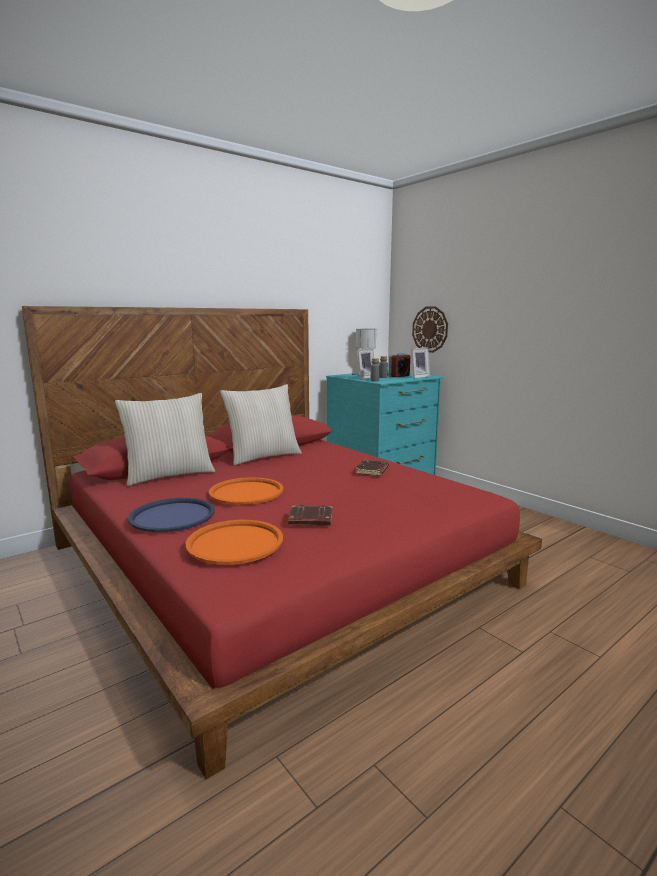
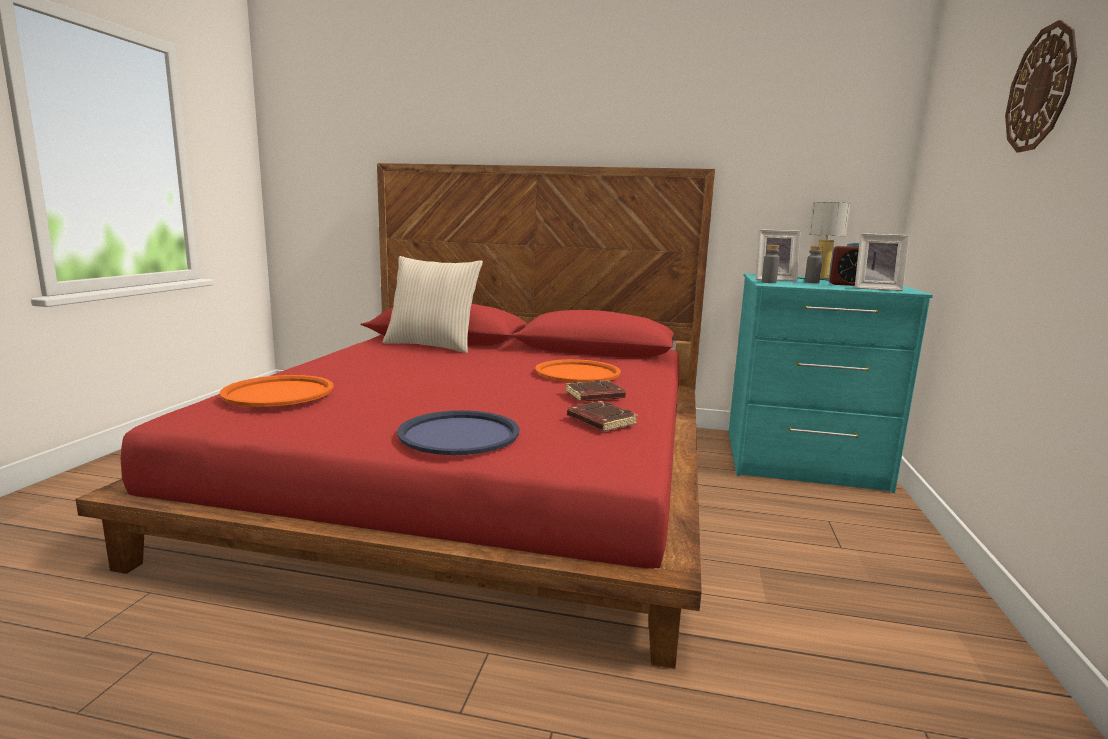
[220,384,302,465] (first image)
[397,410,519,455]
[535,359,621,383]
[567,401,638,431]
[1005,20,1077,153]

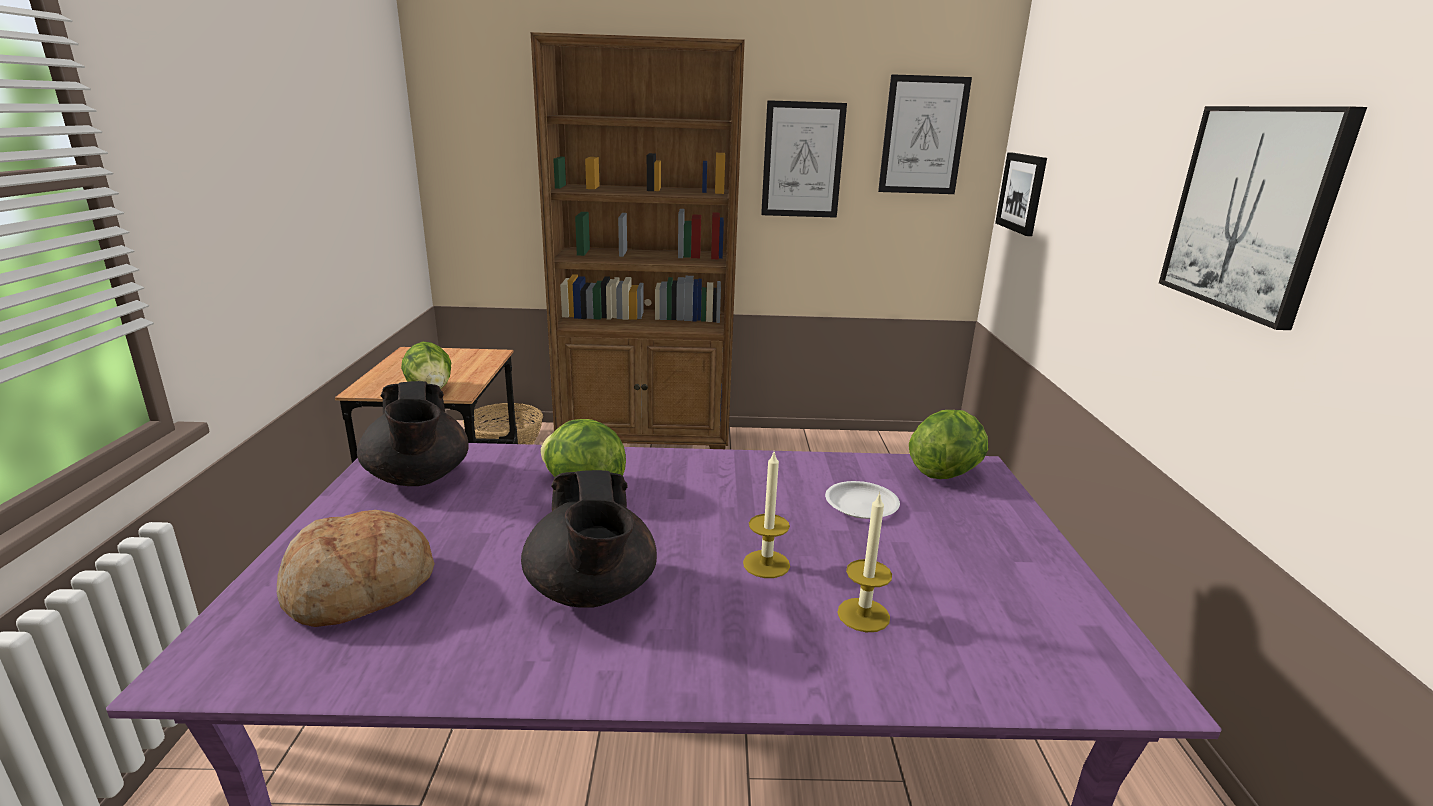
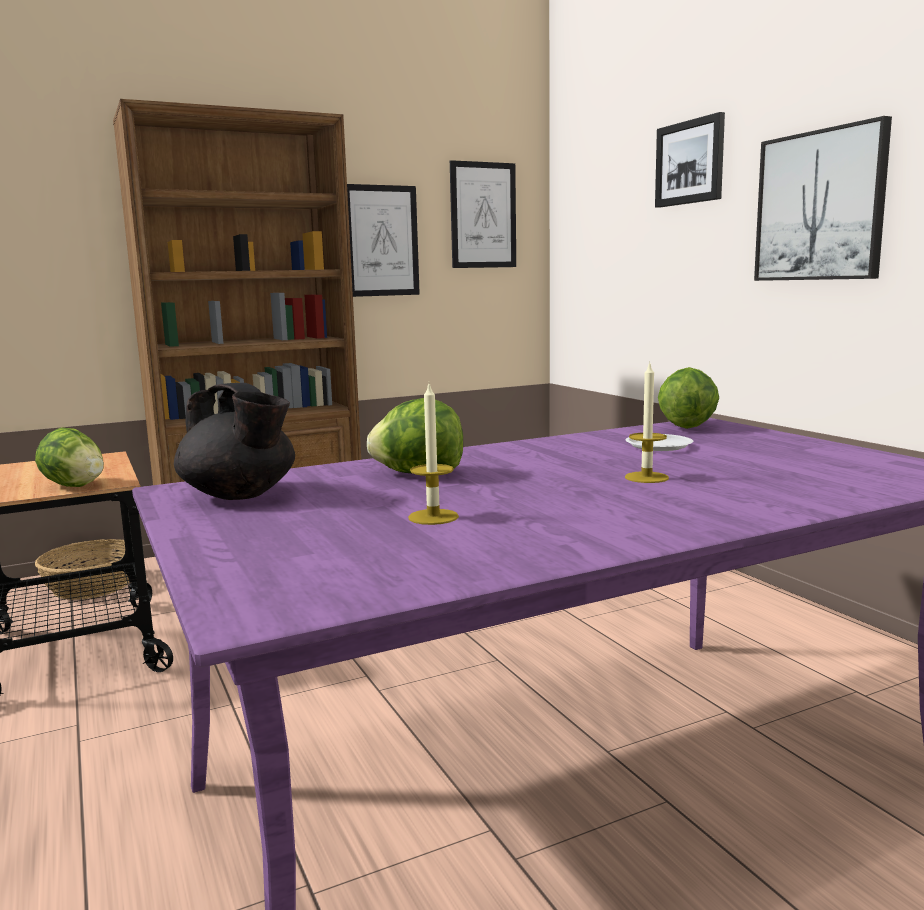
[277,510,434,627] (first image)
[521,470,657,608] (first image)
[408,384,459,525]
[655,112,725,208]

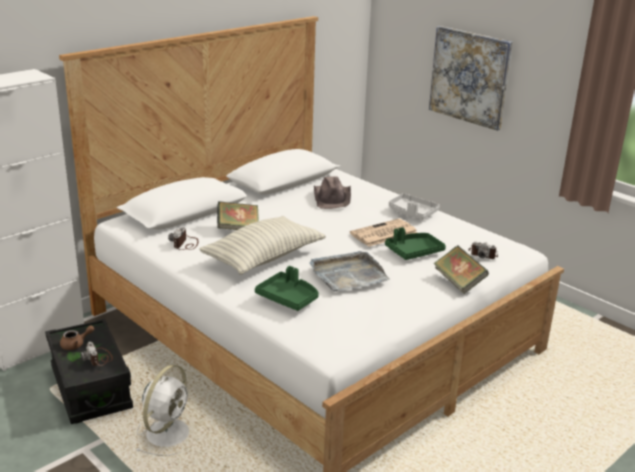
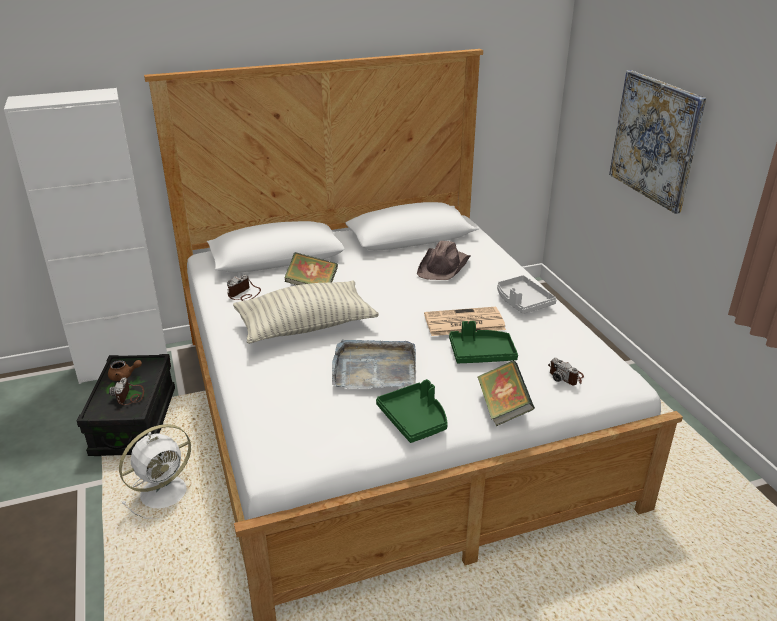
[376,379,448,443]

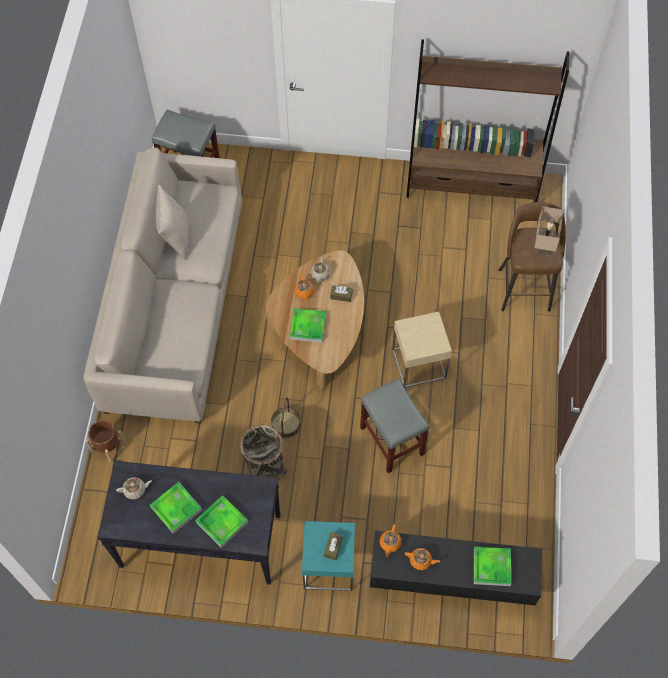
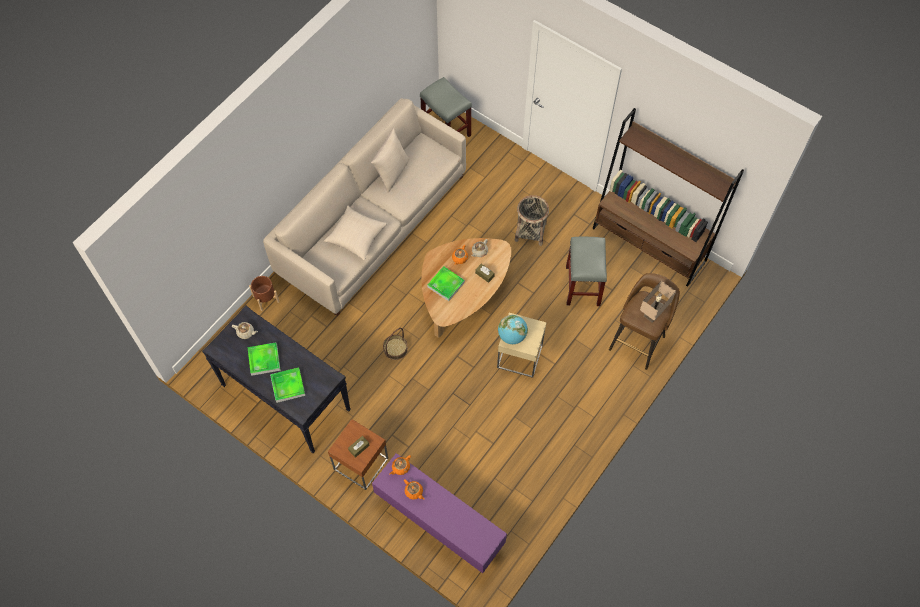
[474,547,511,586] (first image)
[323,205,388,260]
[498,315,528,344]
[515,195,549,246]
[566,237,607,306]
[328,419,388,490]
[372,453,507,573]

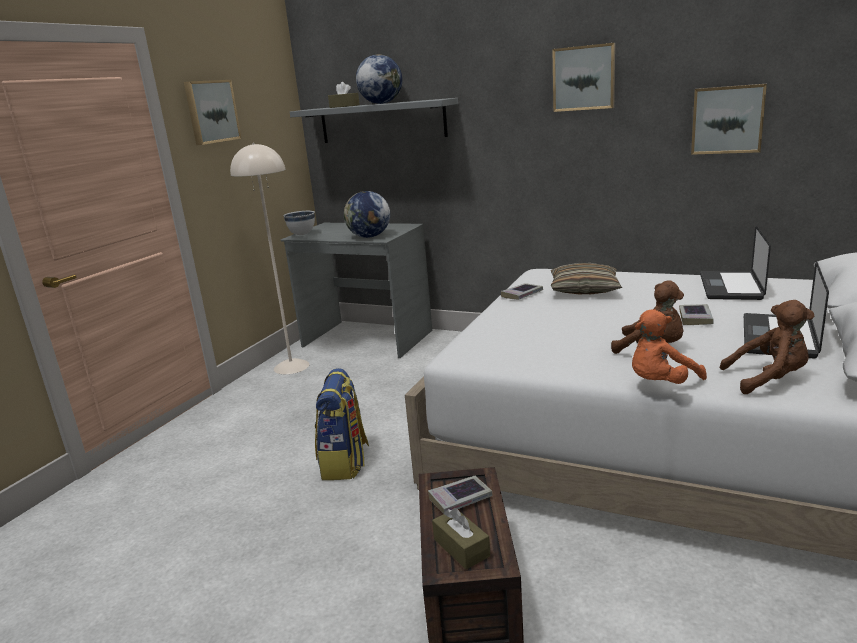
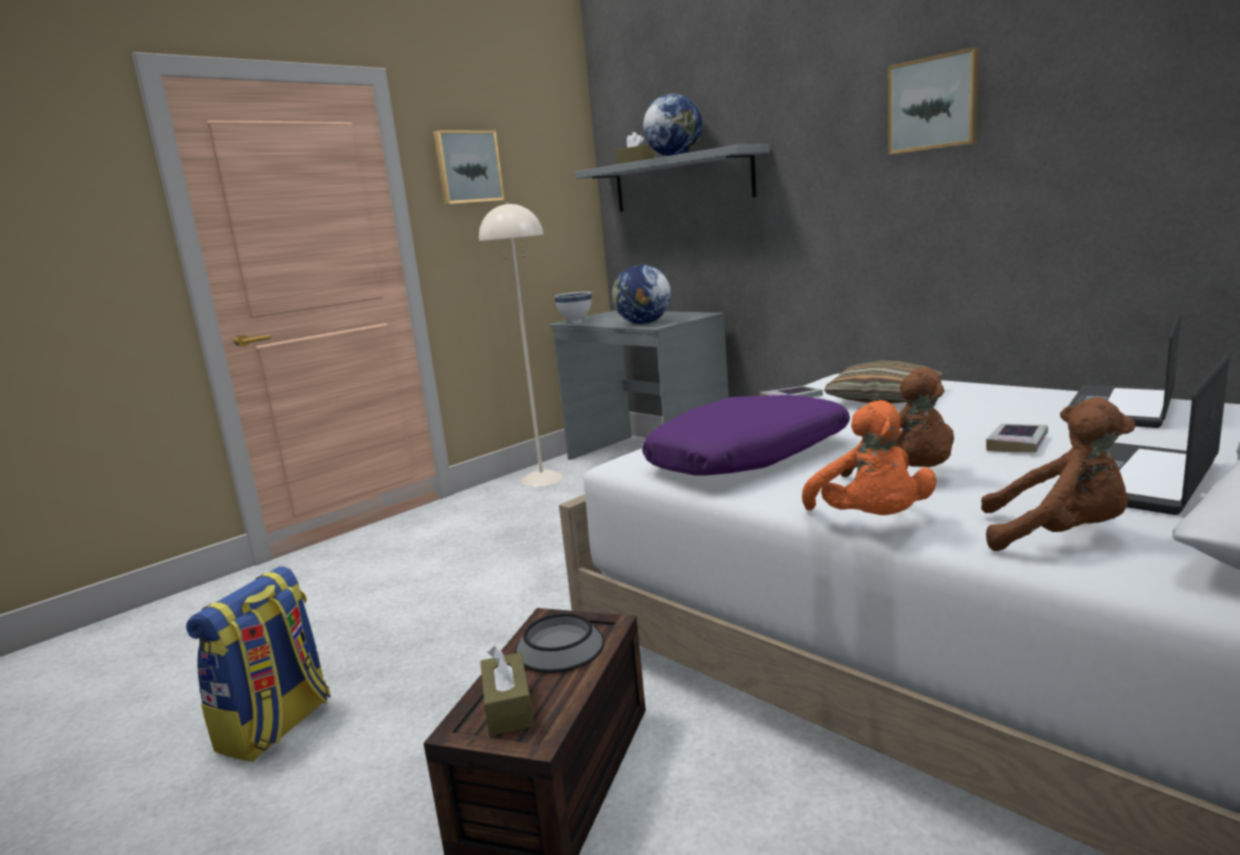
[691,84,767,155] (first image)
[642,395,850,475]
[186,566,330,762]
[515,613,605,673]
[802,400,937,515]

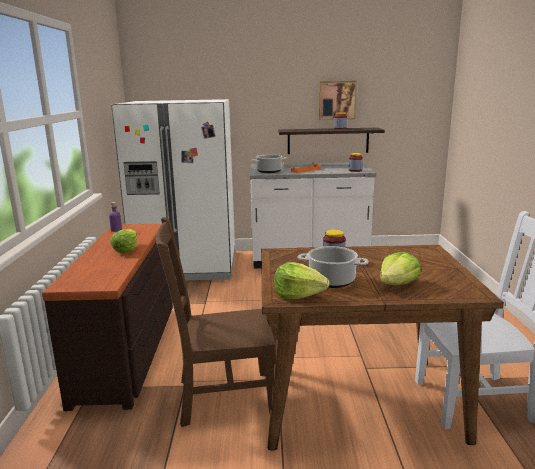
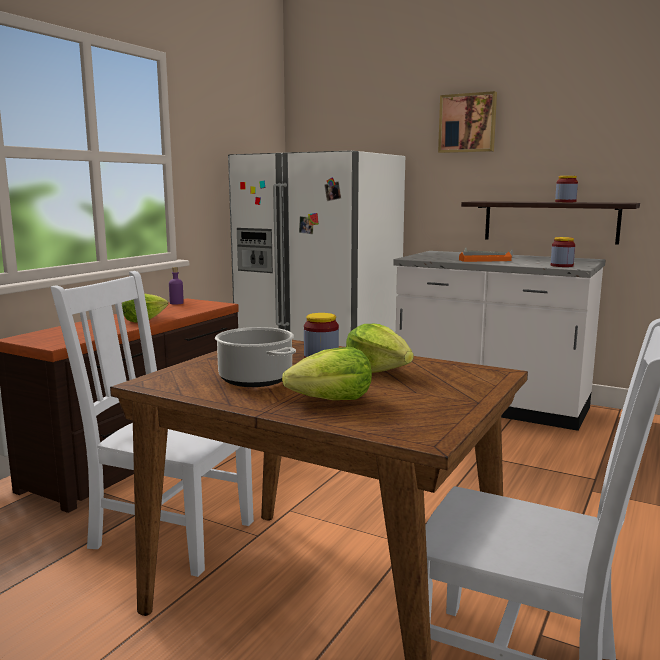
[251,154,286,173] (first image)
[346,324,414,373]
[438,91,497,153]
[50,271,254,577]

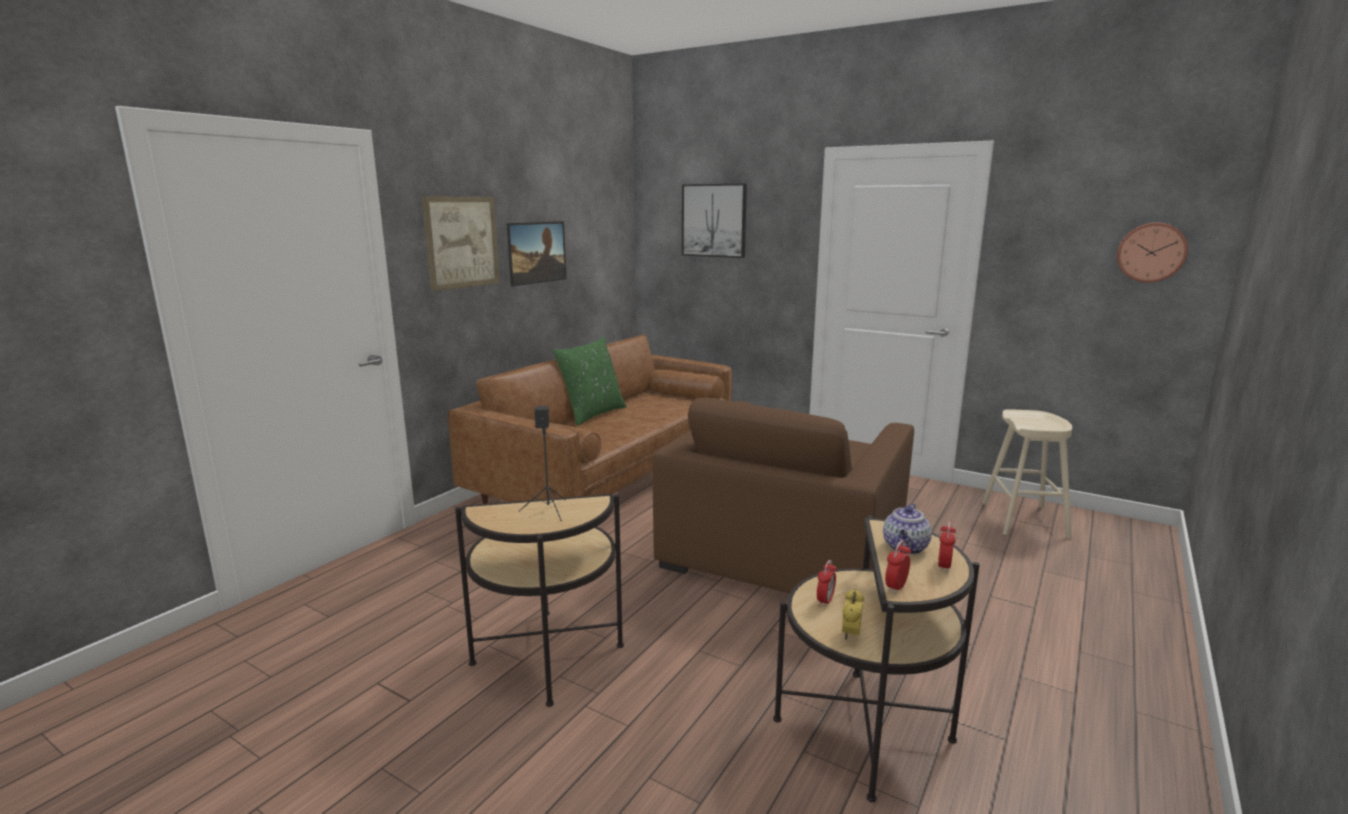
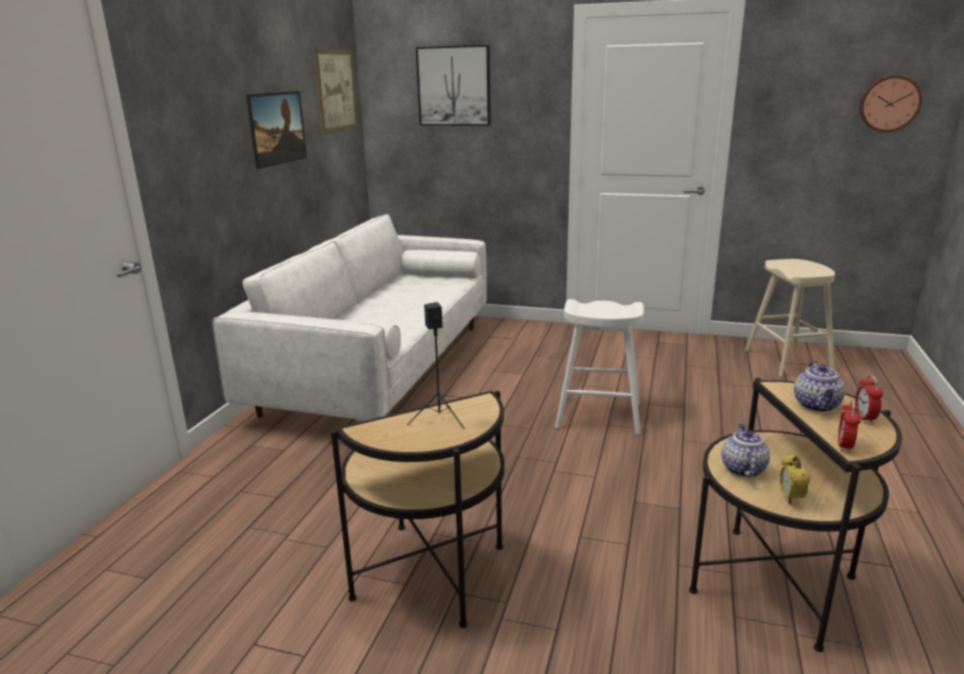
[553,337,626,426] (first image)
[312,48,359,134]
[555,299,644,435]
[721,424,770,477]
[212,214,487,420]

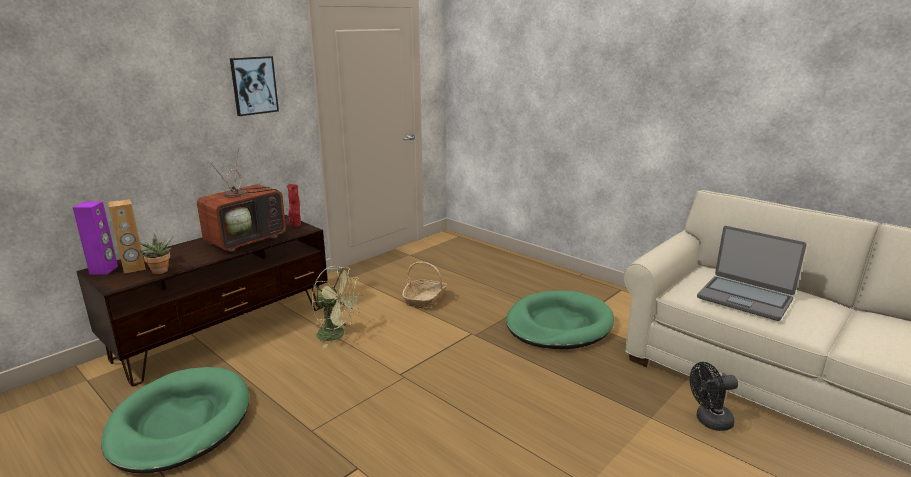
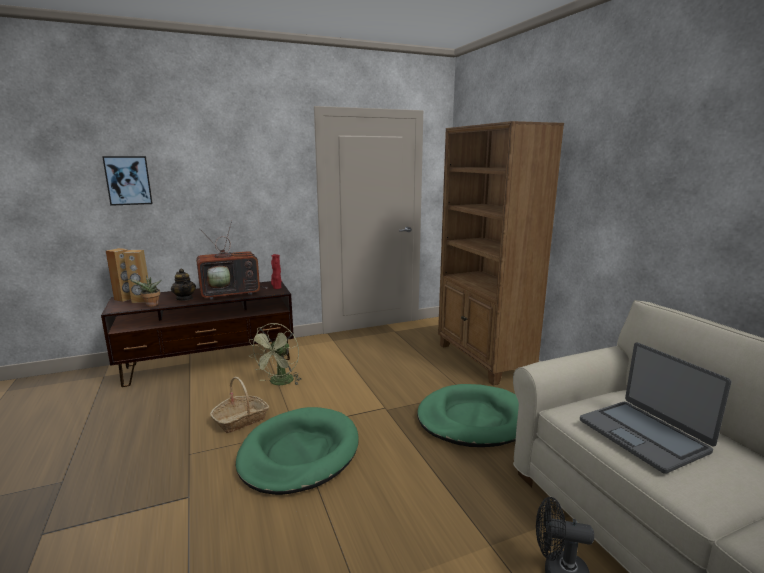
[171,269,196,301]
[438,121,564,385]
[236,407,359,495]
[102,156,153,206]
[210,377,269,433]
[106,248,131,302]
[248,323,302,385]

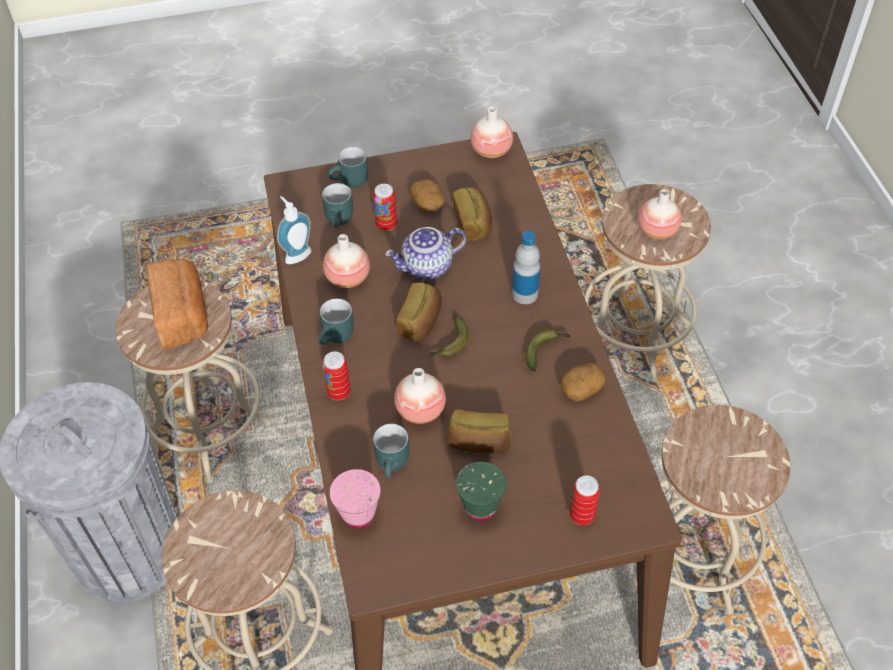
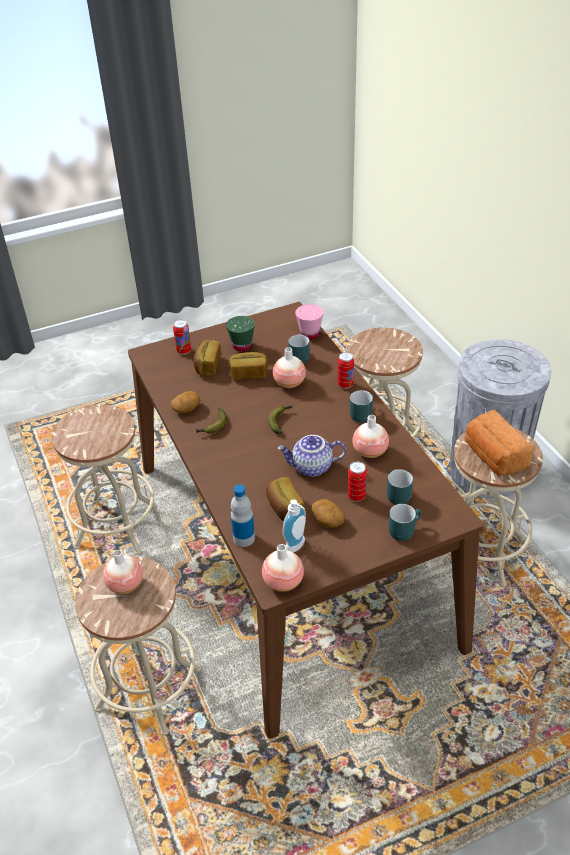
[283,499,306,552]
[194,340,221,376]
[231,484,255,547]
[277,435,346,477]

